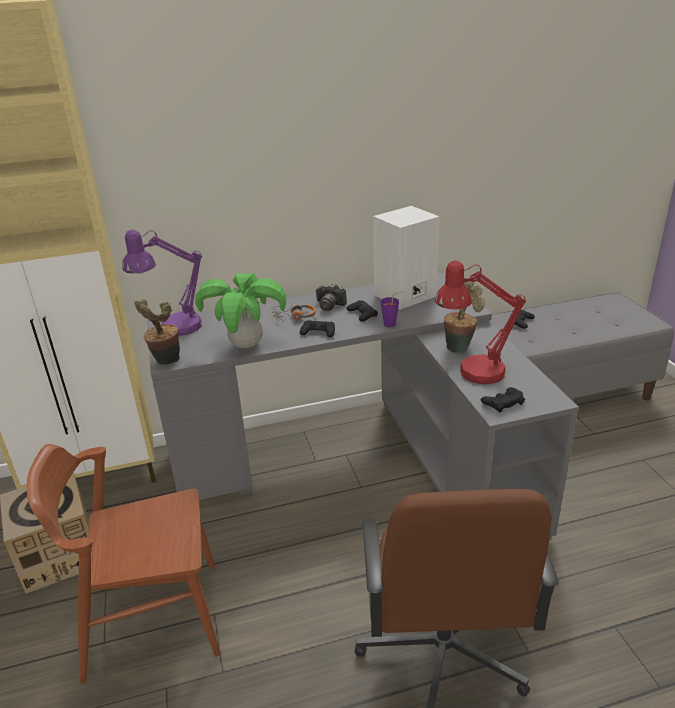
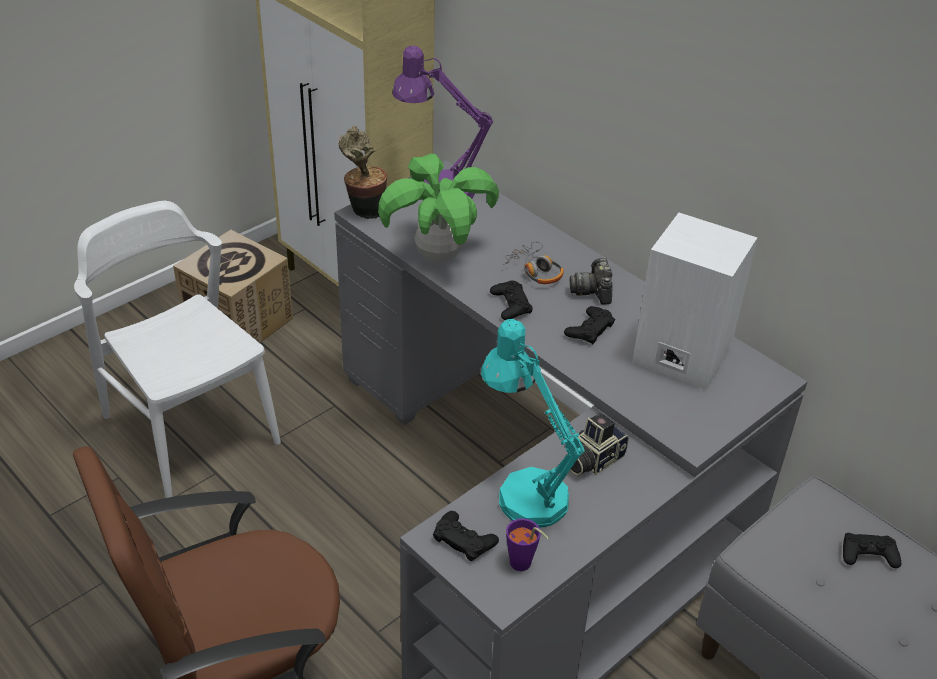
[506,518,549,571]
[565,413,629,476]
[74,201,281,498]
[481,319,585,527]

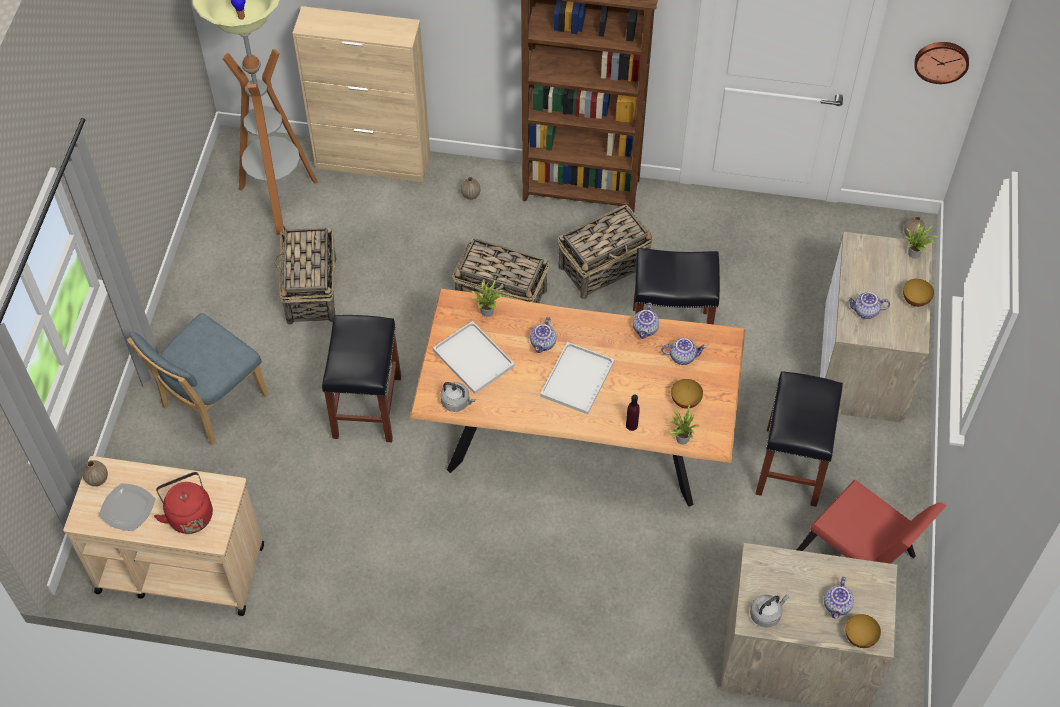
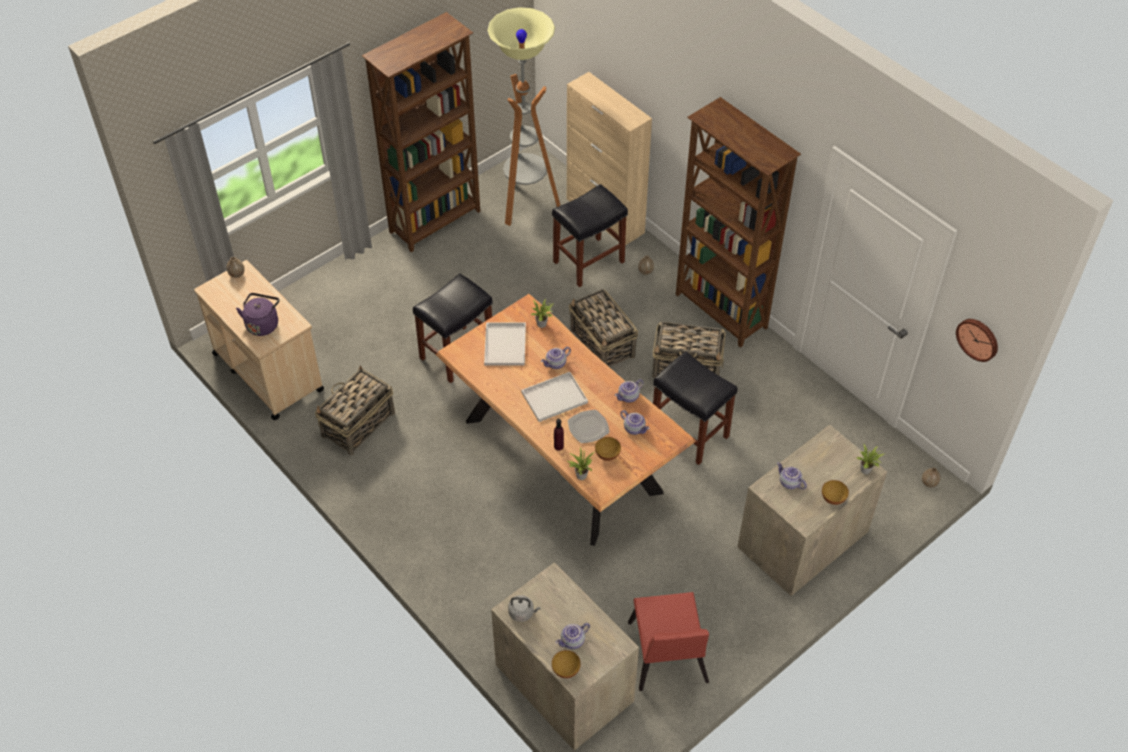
[127,313,268,445] (first image)
[440,382,475,412] (first image)
[362,12,480,252]
[568,410,610,443]
[315,366,395,456]
[552,184,628,287]
[236,293,280,336]

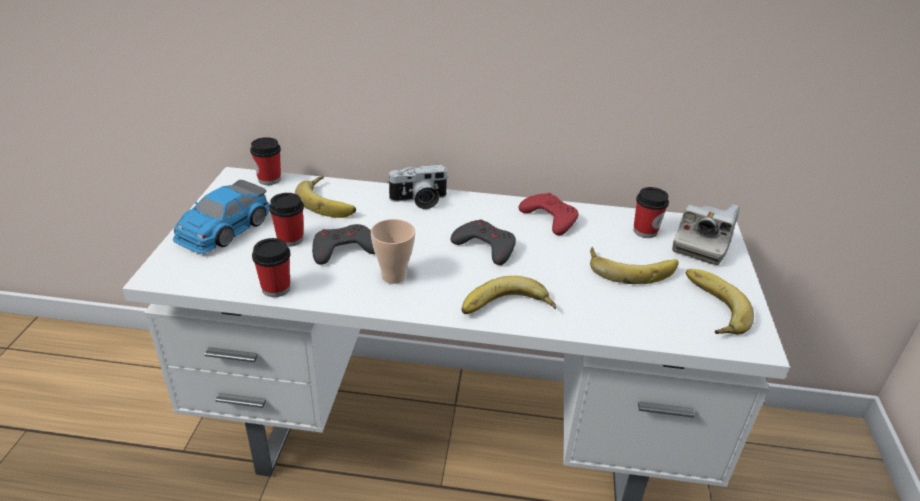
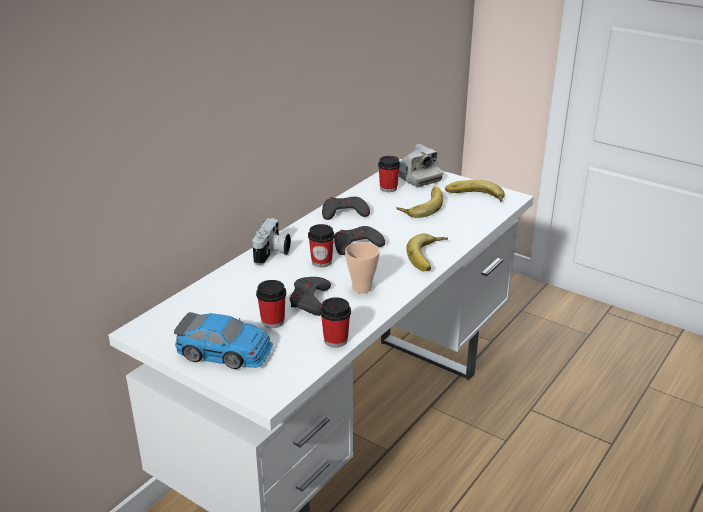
[295,176,356,218] (first image)
[308,224,335,267]
[322,197,370,220]
[174,312,273,369]

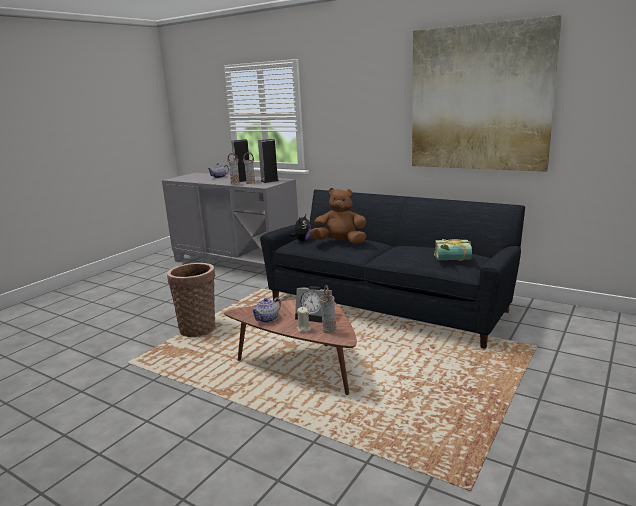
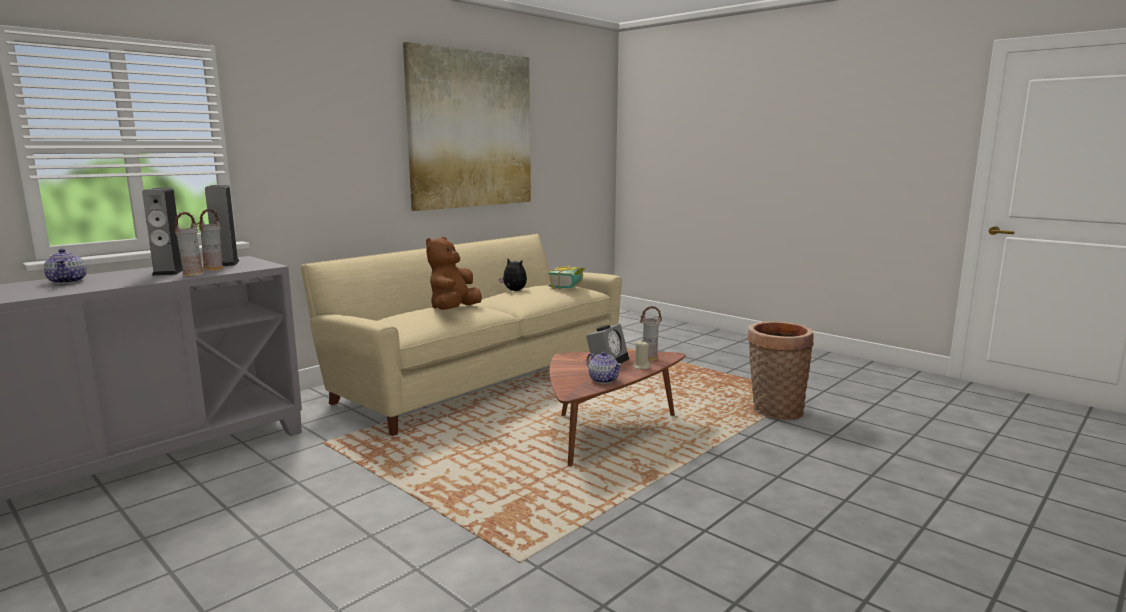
[747,321,814,420]
[499,259,527,291]
[301,234,622,436]

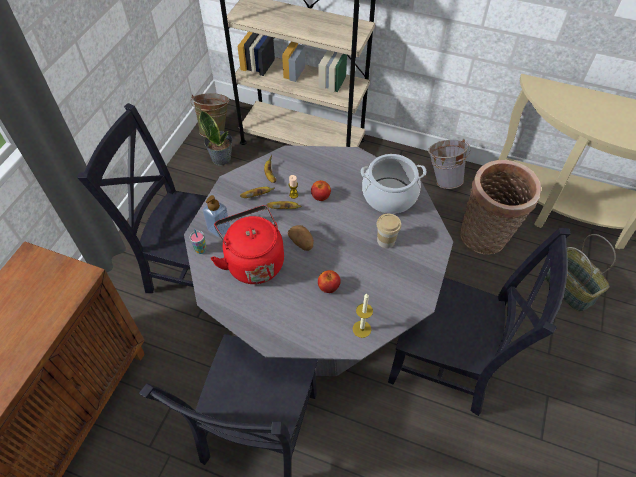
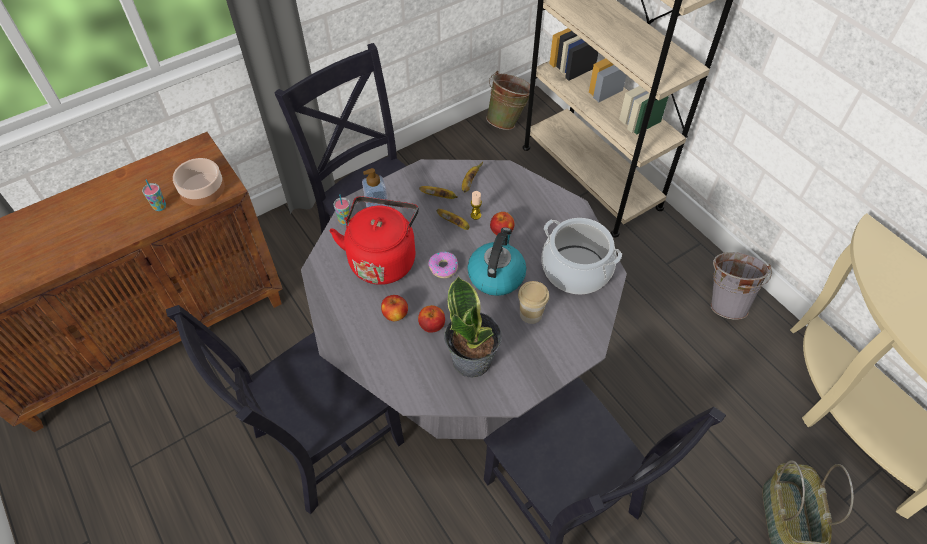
[353,294,373,338] (first image)
[460,160,541,255] (first image)
[142,180,166,211]
[173,158,225,206]
[381,295,408,322]
[467,227,526,296]
[444,276,502,378]
[428,252,458,278]

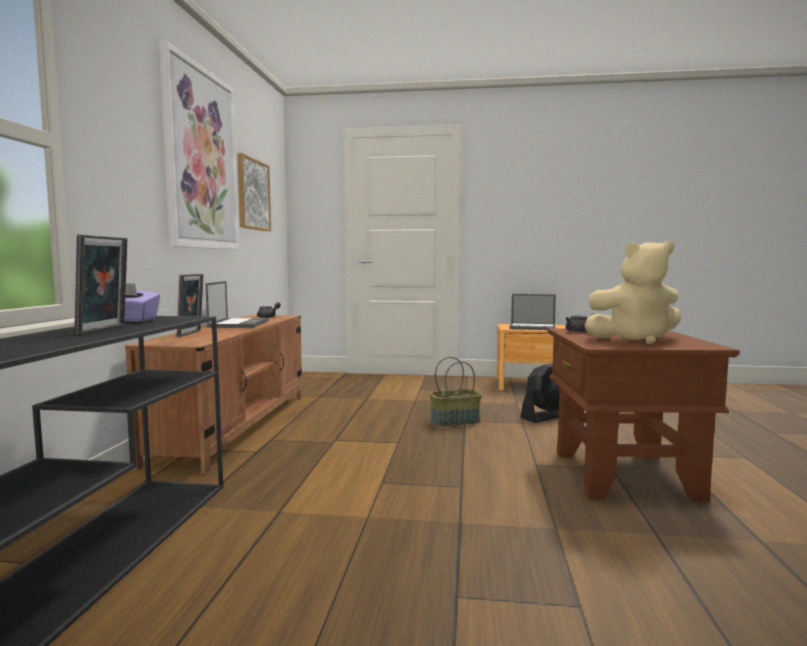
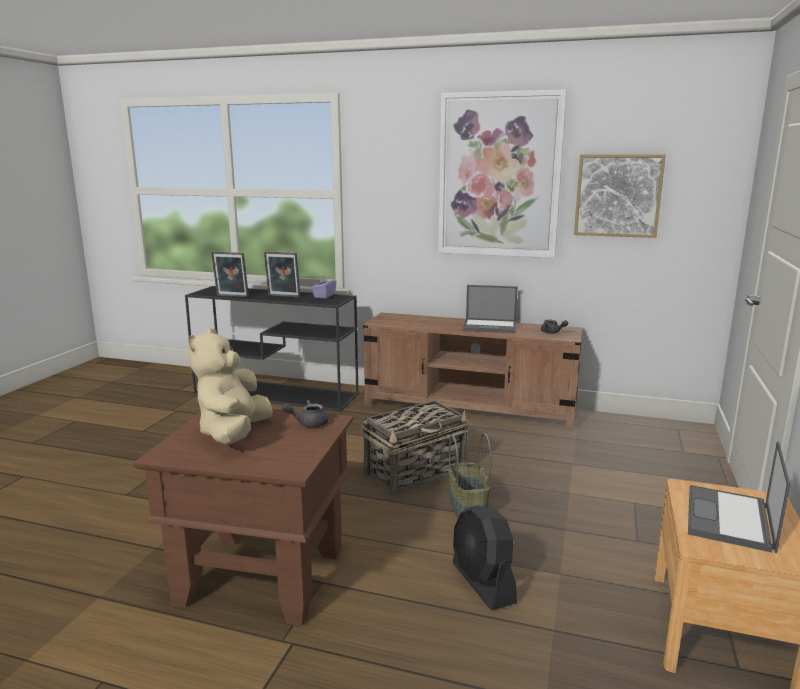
[361,400,469,496]
[211,252,249,297]

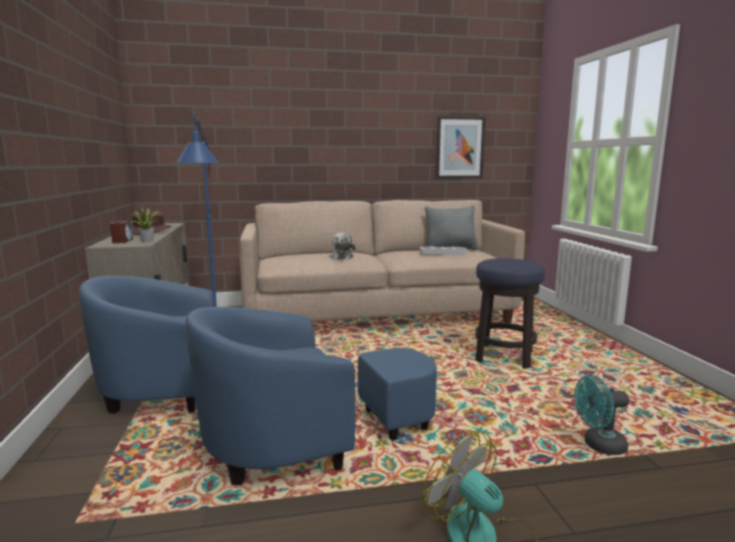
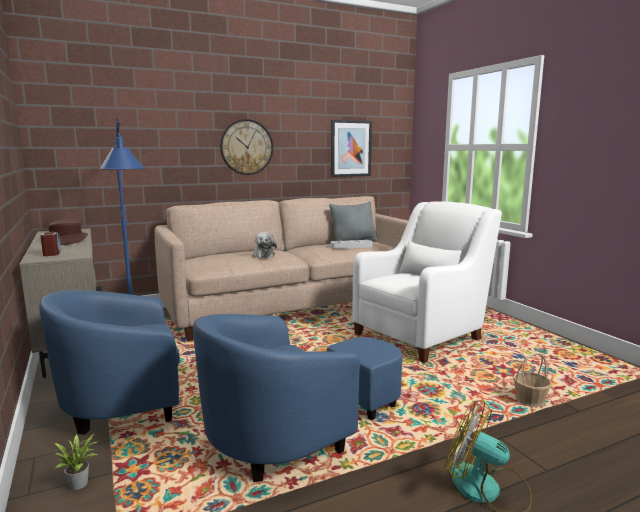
[220,119,273,175]
[55,433,97,490]
[352,201,502,363]
[513,352,552,407]

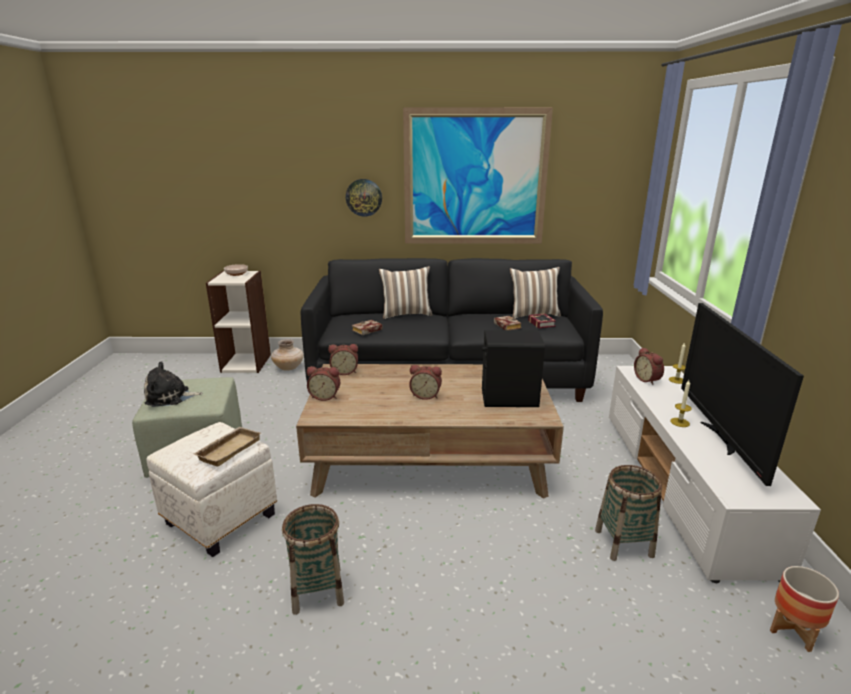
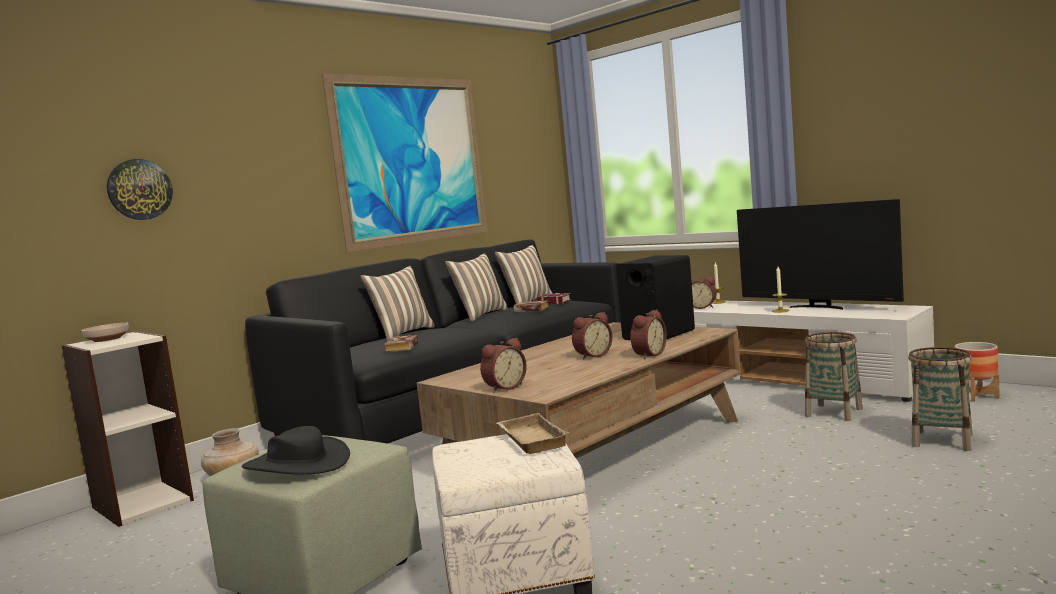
[445,253,508,322]
[908,347,972,451]
[630,310,667,359]
[107,159,173,220]
[242,426,350,474]

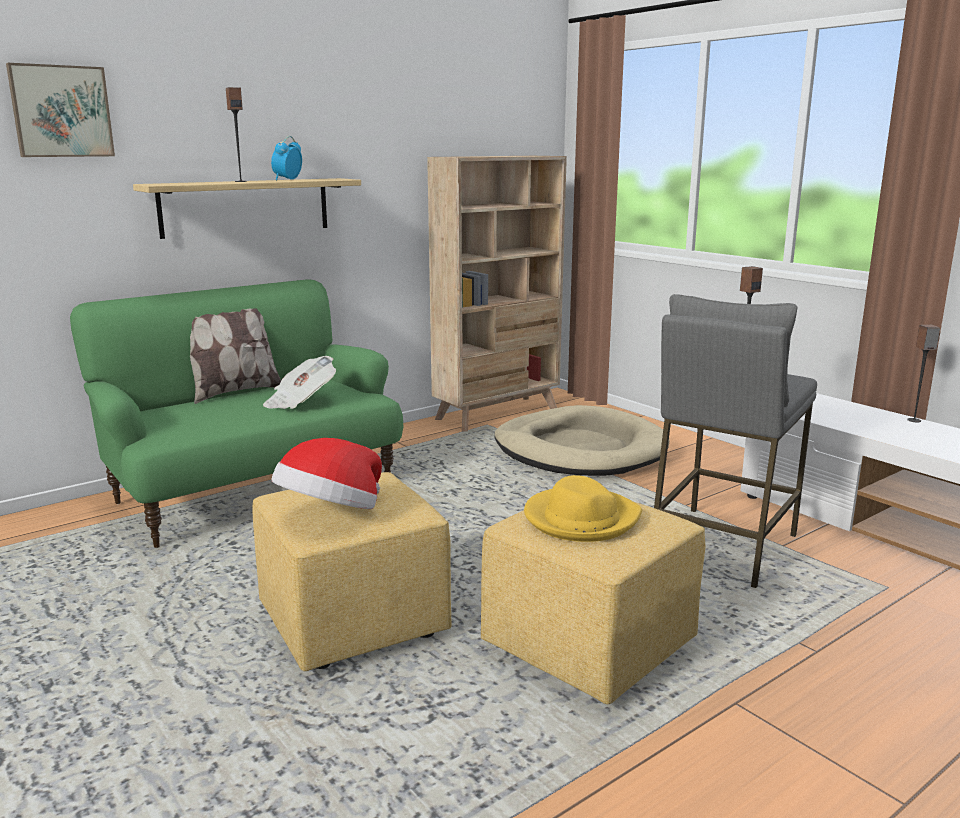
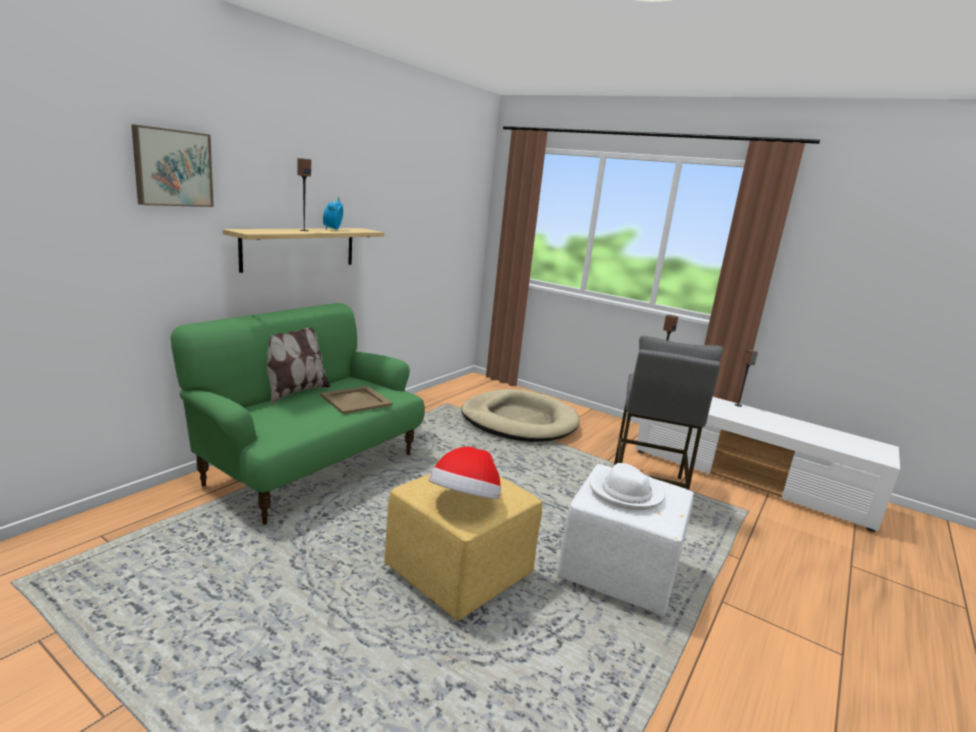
[427,156,567,432] (first image)
[320,386,393,414]
[557,464,694,616]
[589,463,665,511]

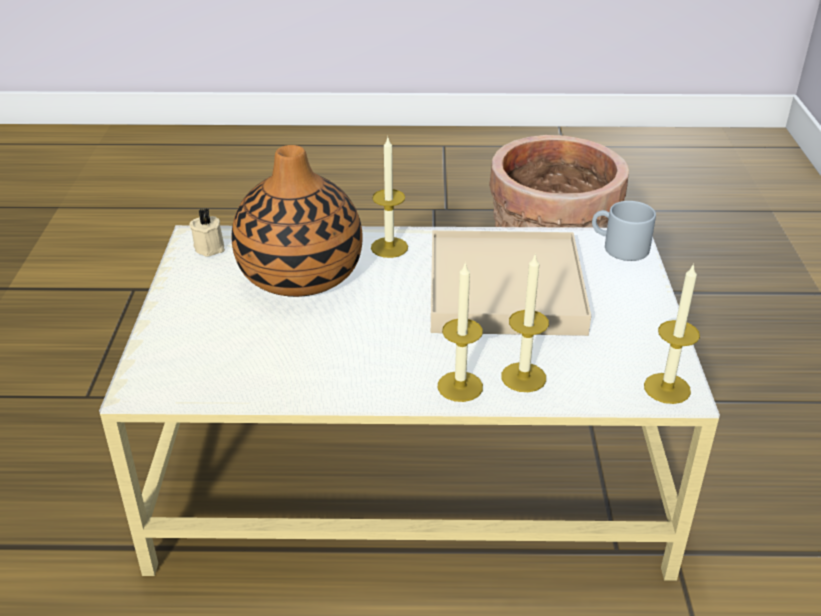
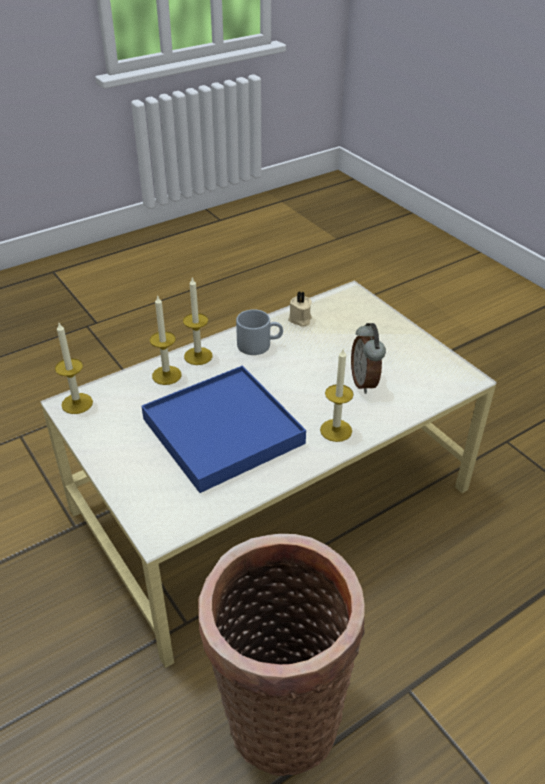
[288,292,312,327]
[236,309,283,355]
[351,323,386,394]
[141,366,306,493]

